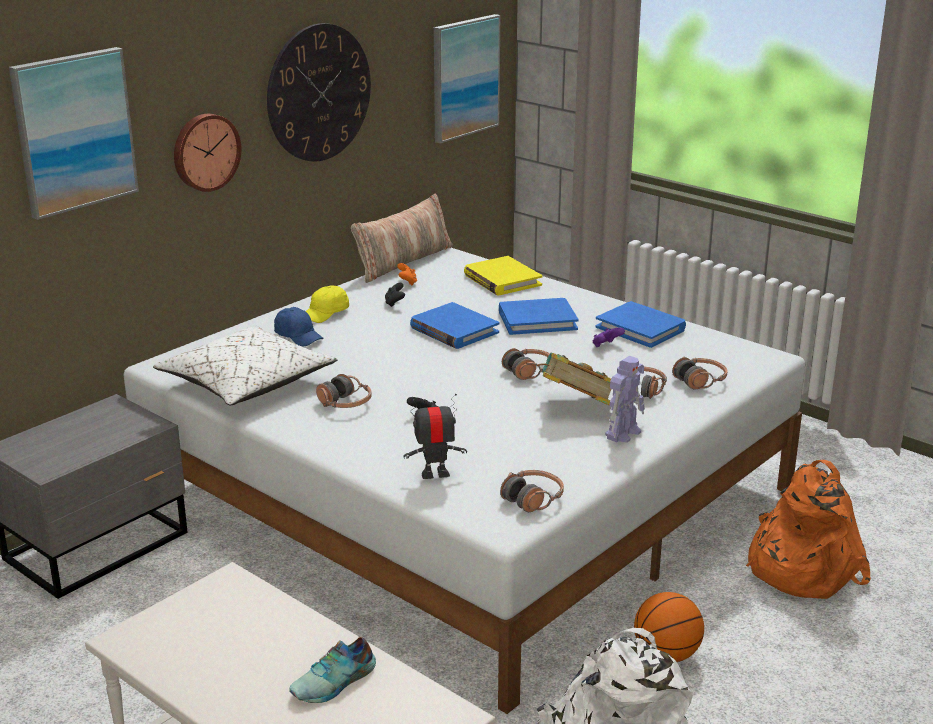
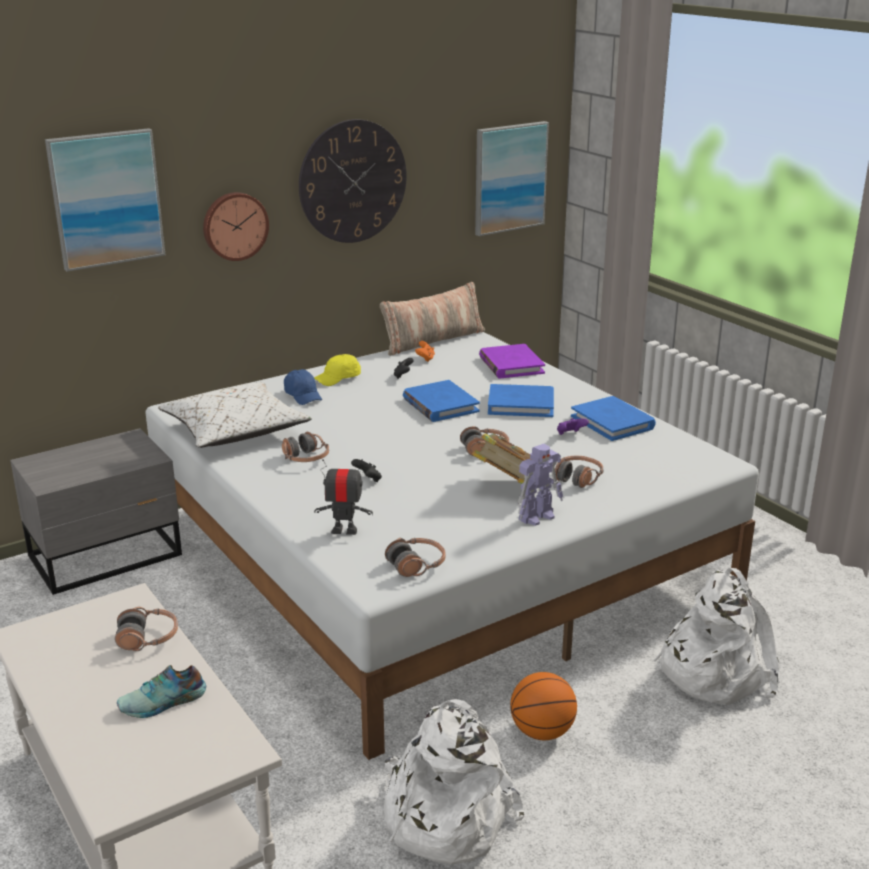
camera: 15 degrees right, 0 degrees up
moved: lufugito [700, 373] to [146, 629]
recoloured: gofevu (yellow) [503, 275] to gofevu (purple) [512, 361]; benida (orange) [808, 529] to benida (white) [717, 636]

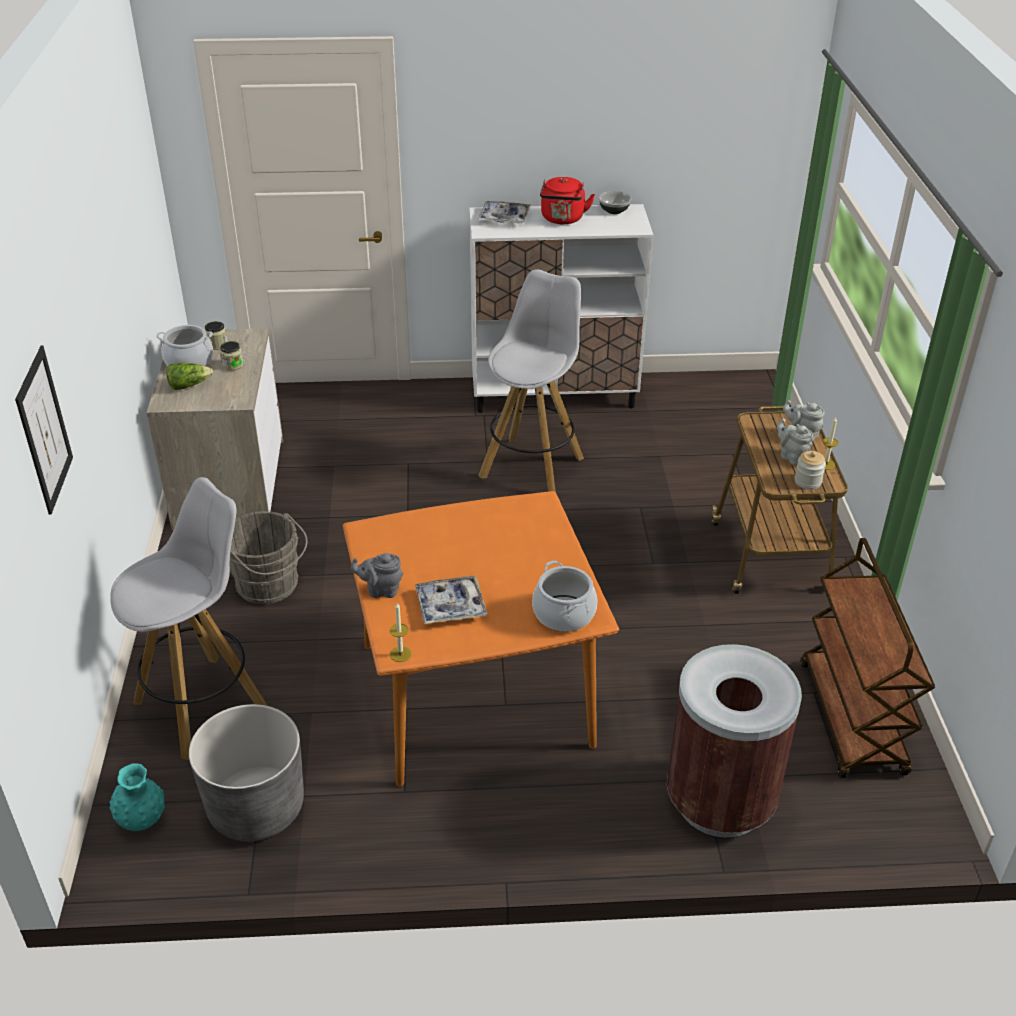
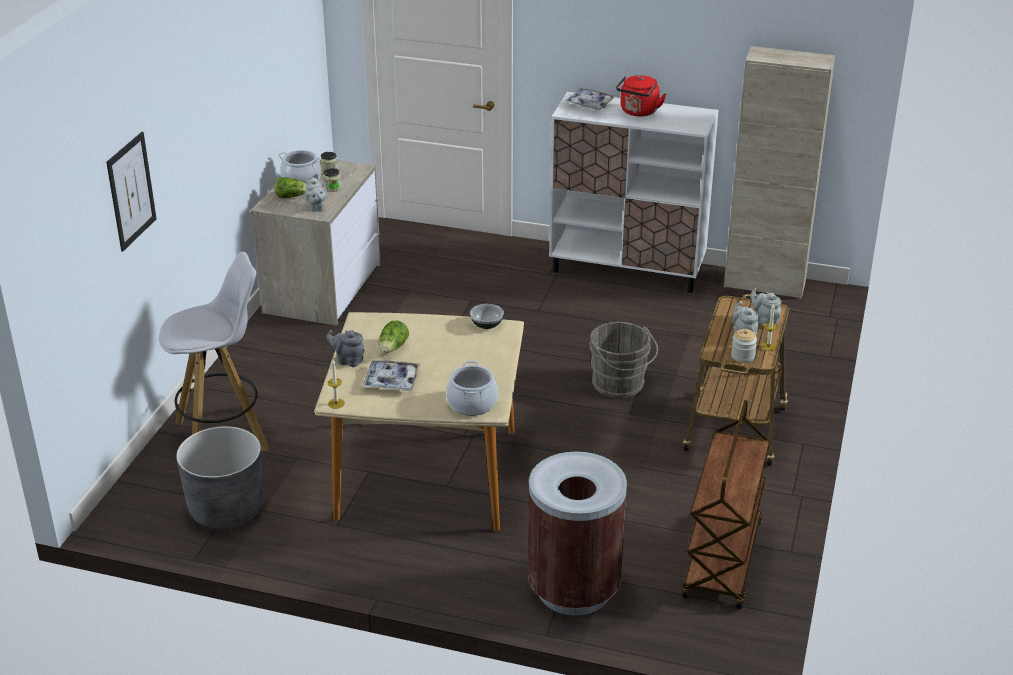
camera: 20 degrees right, 5 degrees down
removed: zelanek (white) [531, 380]; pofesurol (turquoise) [137, 797]
added: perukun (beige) [779, 172]; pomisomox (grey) [316, 194]; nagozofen [394, 336]
moved: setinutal [615, 202] to [487, 316]; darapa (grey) [268, 557] to [624, 360]
recoloured: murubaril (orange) [481, 639] to murubaril (beige) [419, 421]

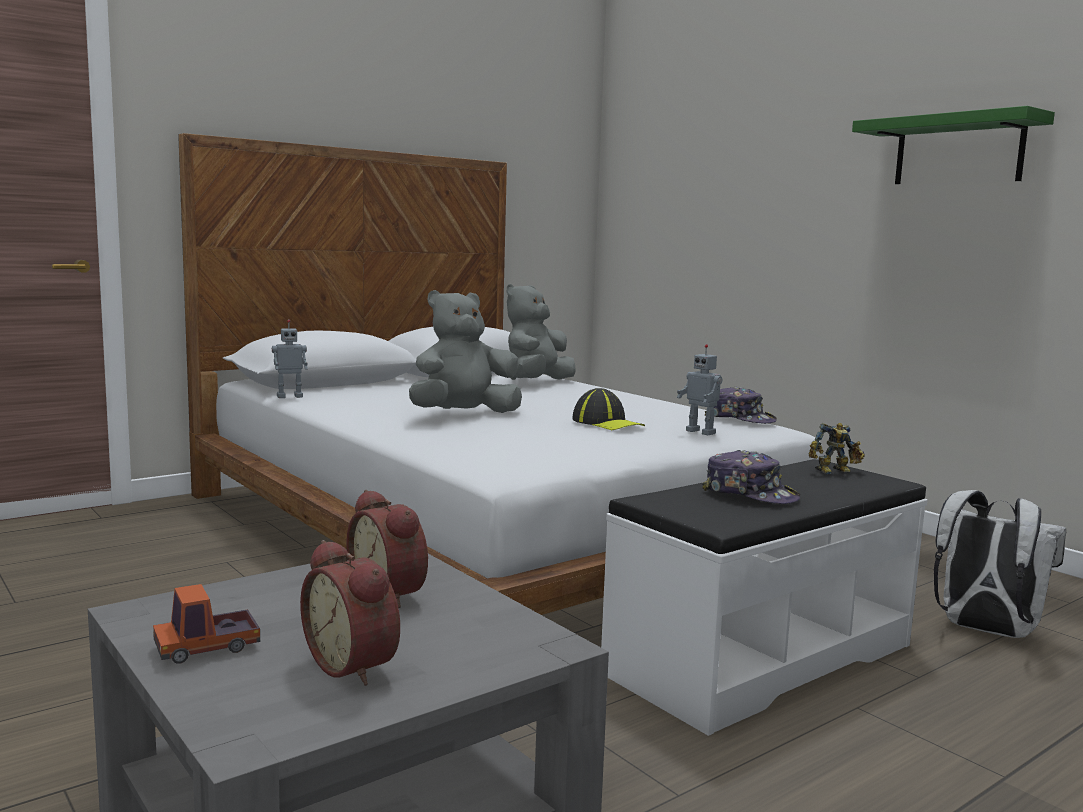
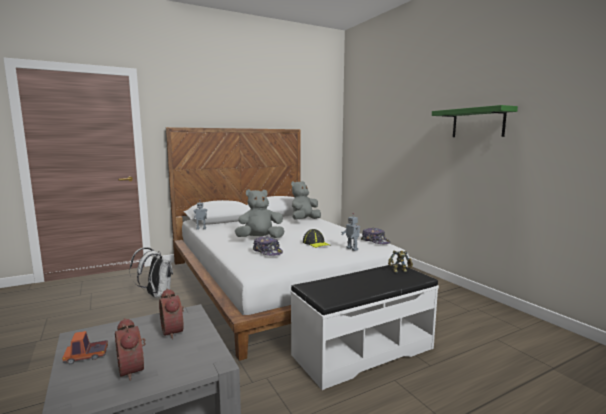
camera: 10 degrees right, 0 degrees up
moved: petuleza [751, 477] to [268, 246]; benida (white) [1000, 564] to [151, 272]

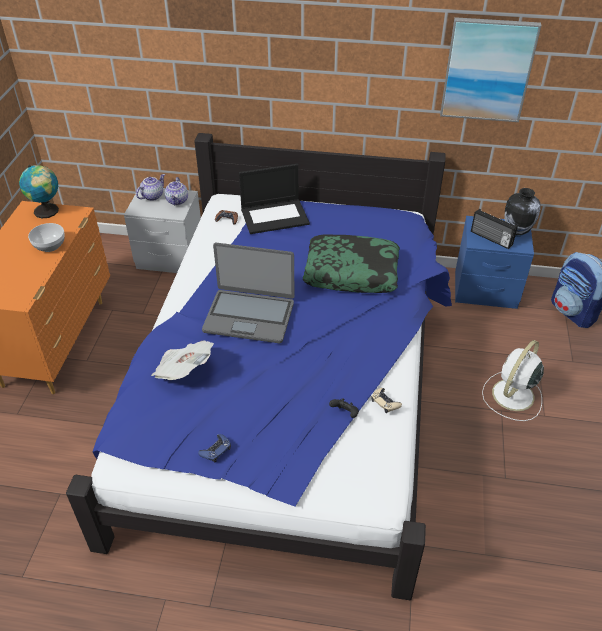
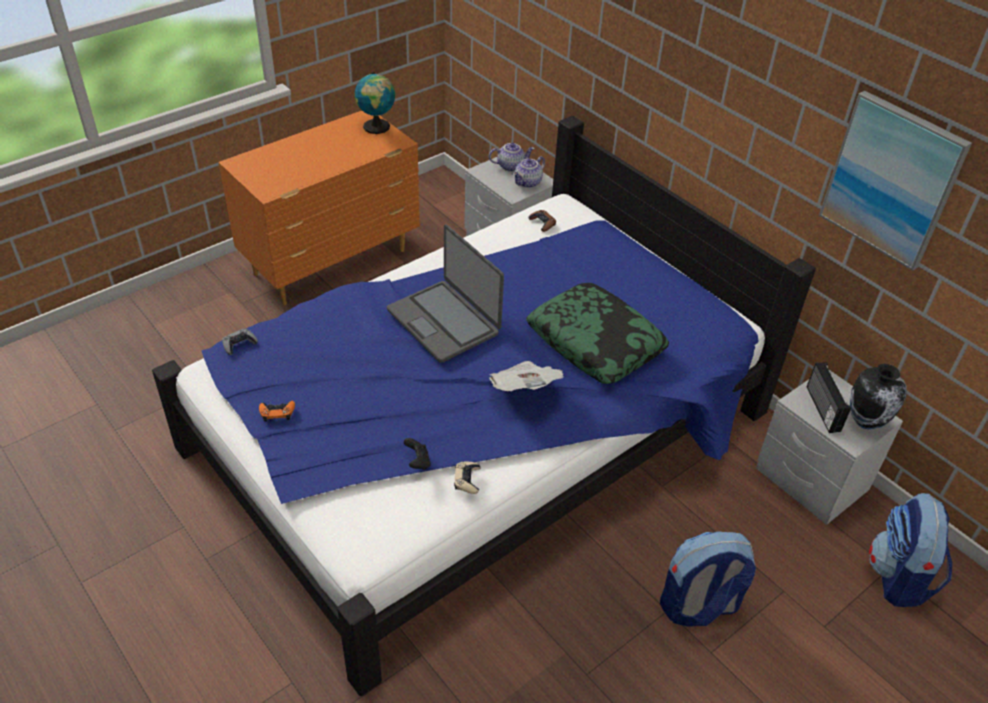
camera: 40 degrees right, 0 degrees up
removed: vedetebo [274, 199]; setinutal [46, 237]
added: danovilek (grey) [240, 342]
moved: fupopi [182, 360] to [526, 376]
replaced: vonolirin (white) [513, 380] to benida [708, 578]
recoloured: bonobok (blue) [494, 262] to bonobok (grey) [829, 448]; danovilek (blue) [214, 448] to danovilek (orange) [277, 411]

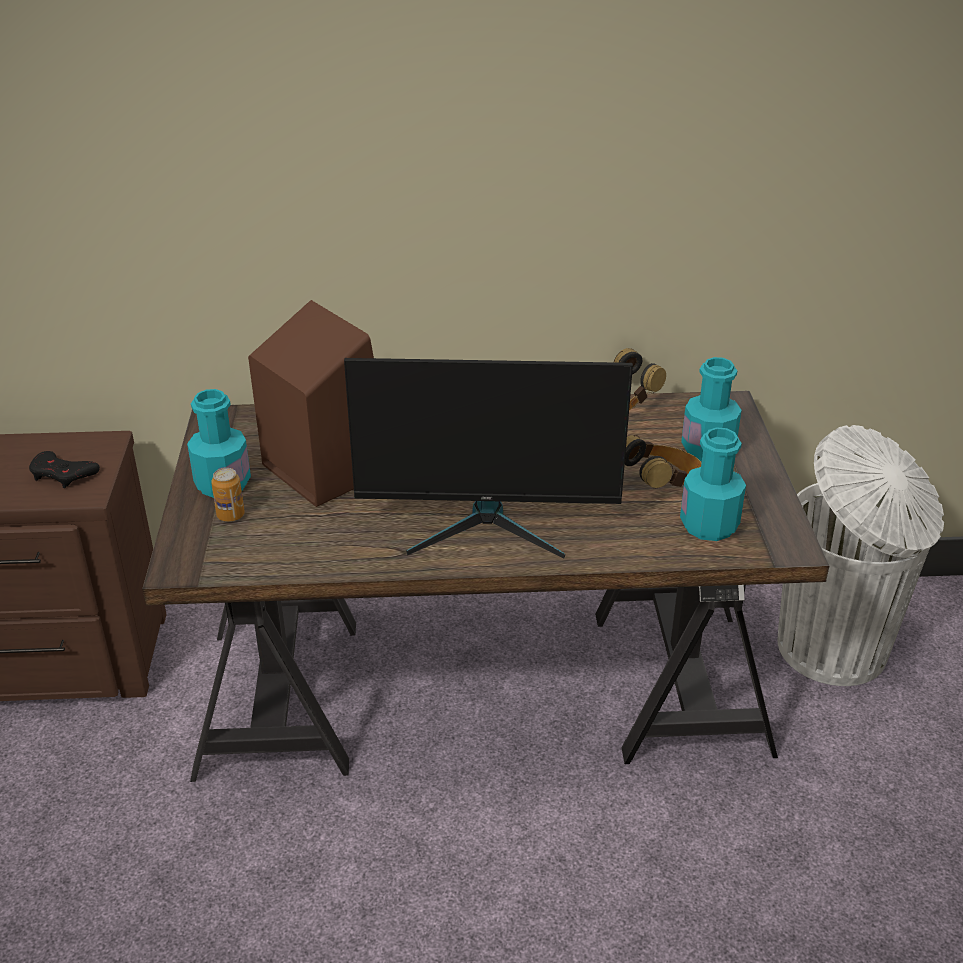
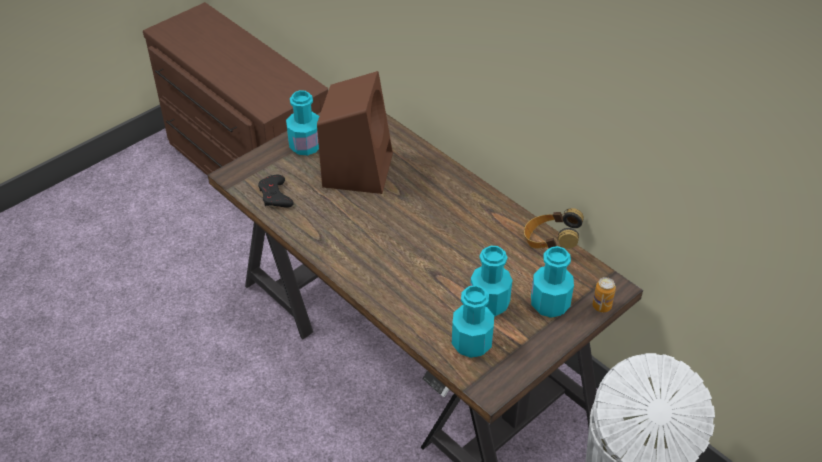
camera: 50 degrees right, 10 degrees up
removed: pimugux [488, 458]
moved: danovilek (black) [64, 469] to [276, 191]; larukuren [228, 495] to [604, 294]
replaced: lufugito [663, 461] to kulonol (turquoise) [491, 281]

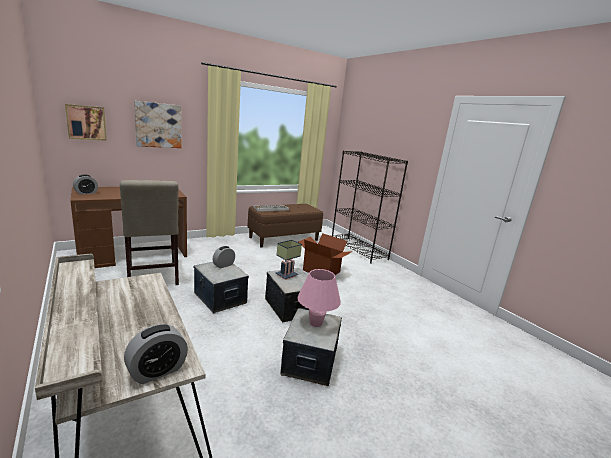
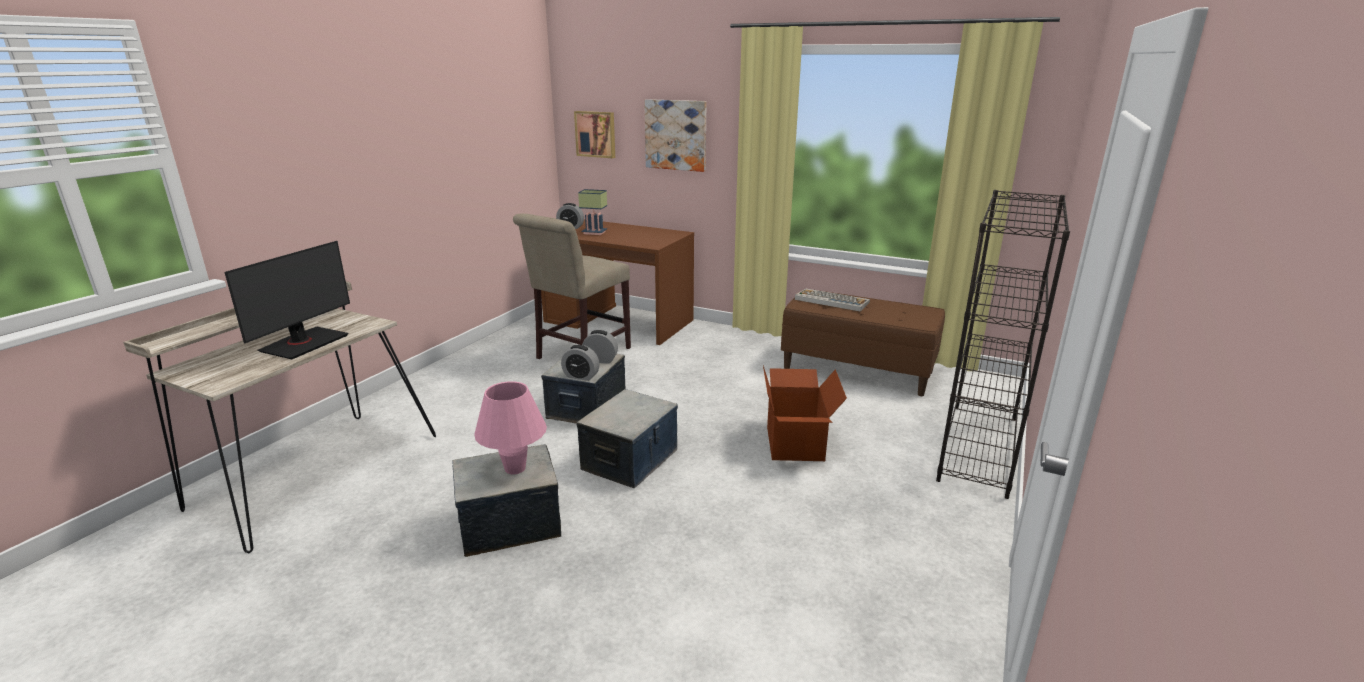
camera: 60 degrees right, 5 degrees up
added: pimugux [287, 300]
moved: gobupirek [289, 260] to [592, 212]; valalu [156, 354] to [580, 363]

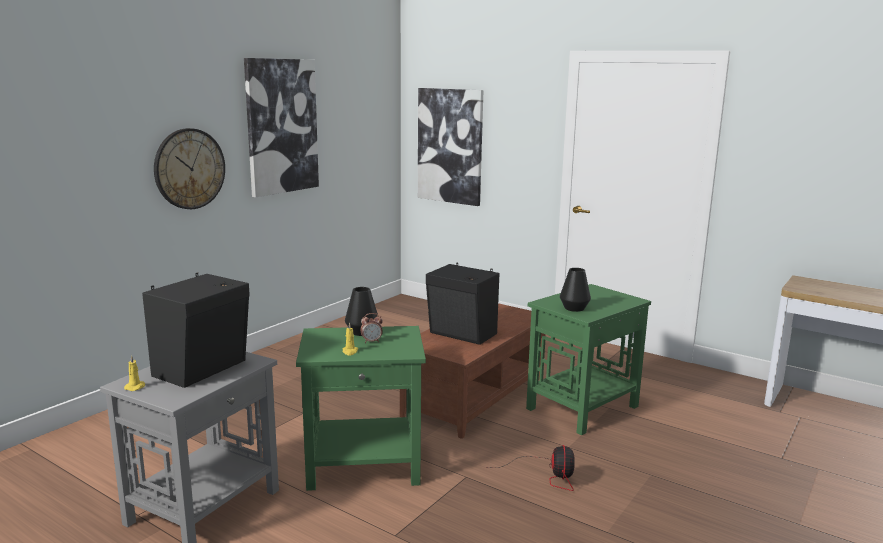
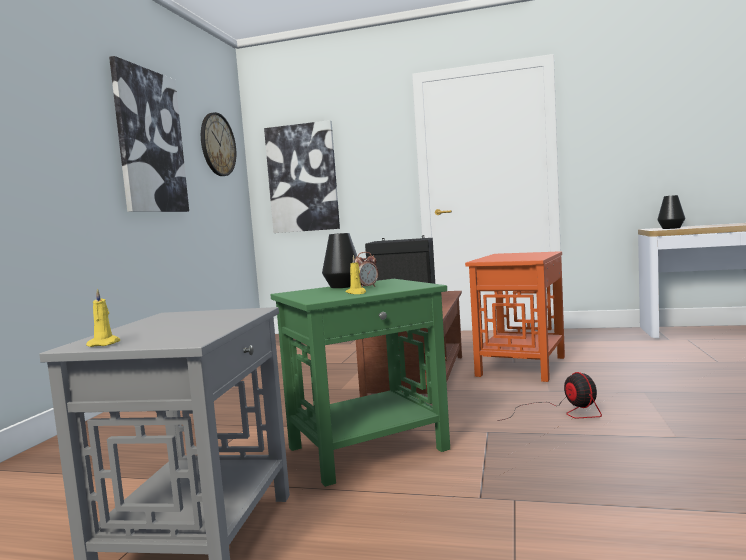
camera: 20 degrees left, 10 degrees down
removed: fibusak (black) [196, 330]
moved: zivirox [189, 168] to [218, 144]; pofesurol (black) [575, 290] to [671, 212]
recoloured: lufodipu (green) [588, 359] to lufodipu (orange) [515, 316]

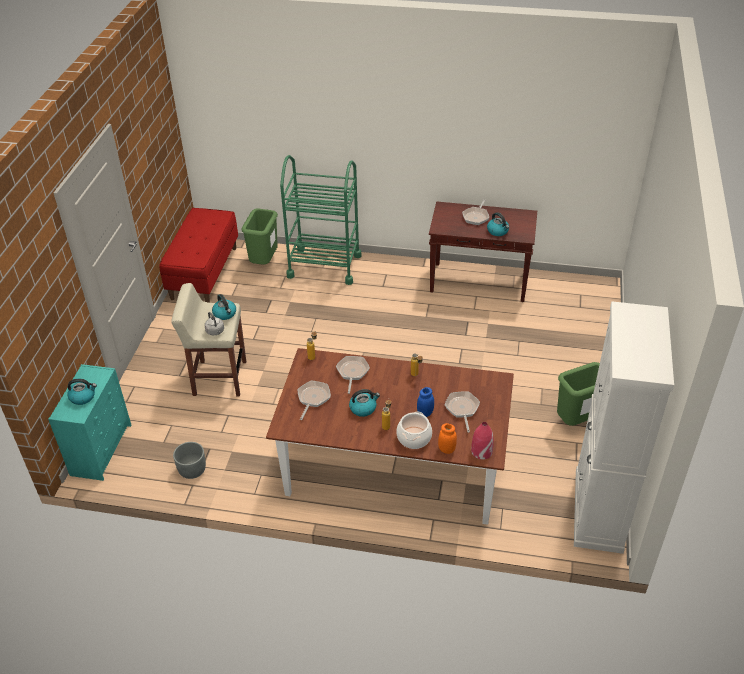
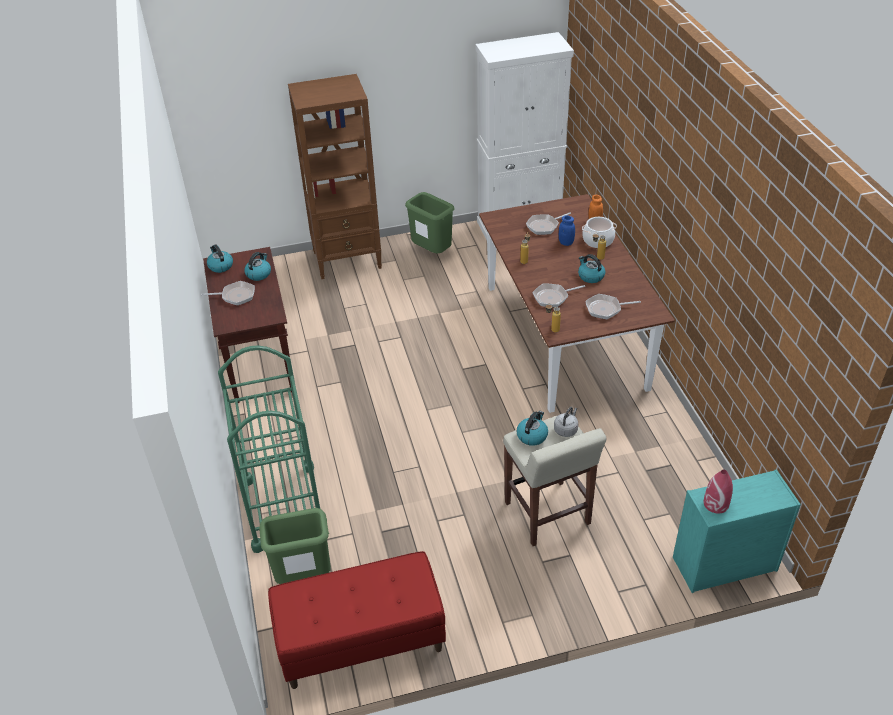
camera: 115 degrees left, 0 degrees up
removed: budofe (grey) [189, 460]
added: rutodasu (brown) [335, 176]
moved: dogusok [82, 392] to [220, 258]; pofesurol (red) [482, 440] to [718, 491]

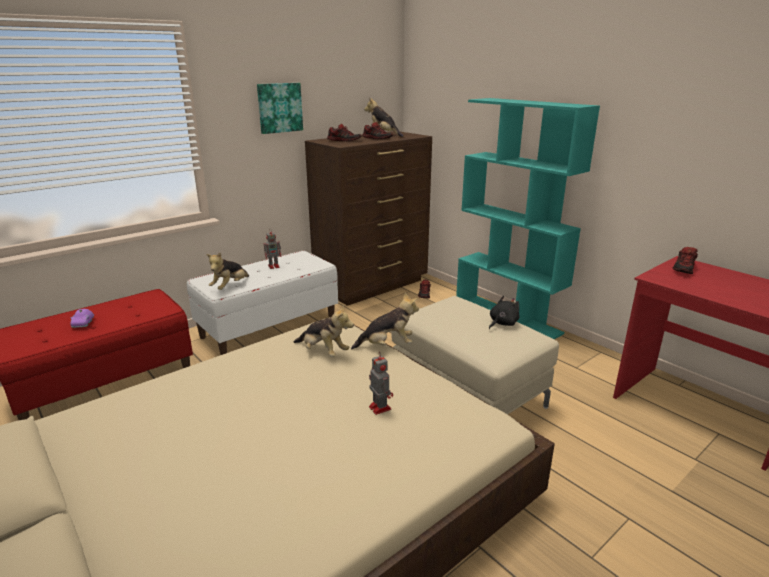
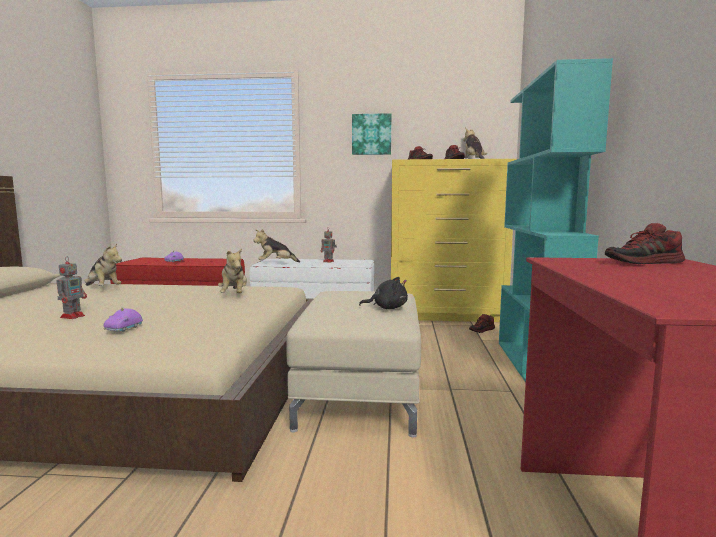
camera: 45 degrees right, 15 degrees down
added: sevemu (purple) [123, 320]
moved: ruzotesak [385, 321] to [103, 264]; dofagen [381, 384] to [71, 287]
recoloured: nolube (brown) [368, 218] to nolube (yellow) [454, 240]

